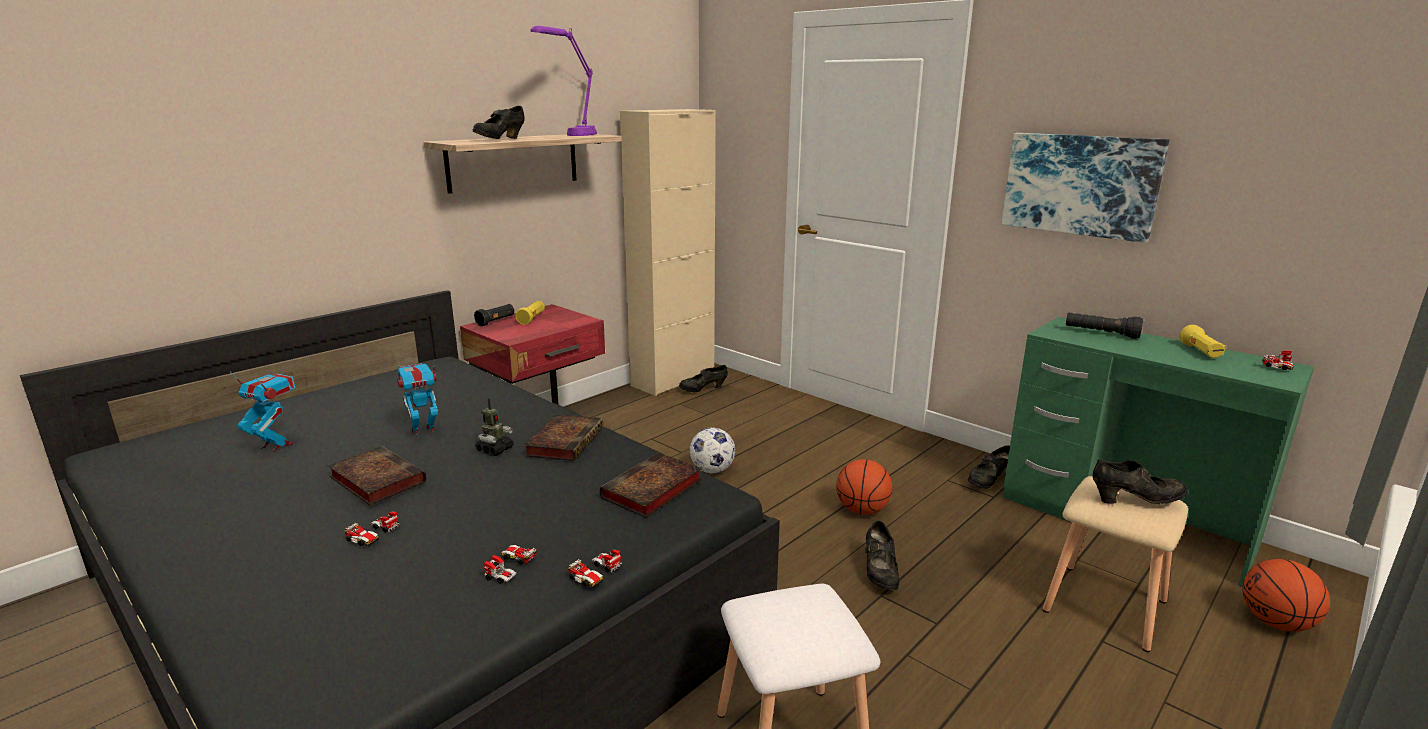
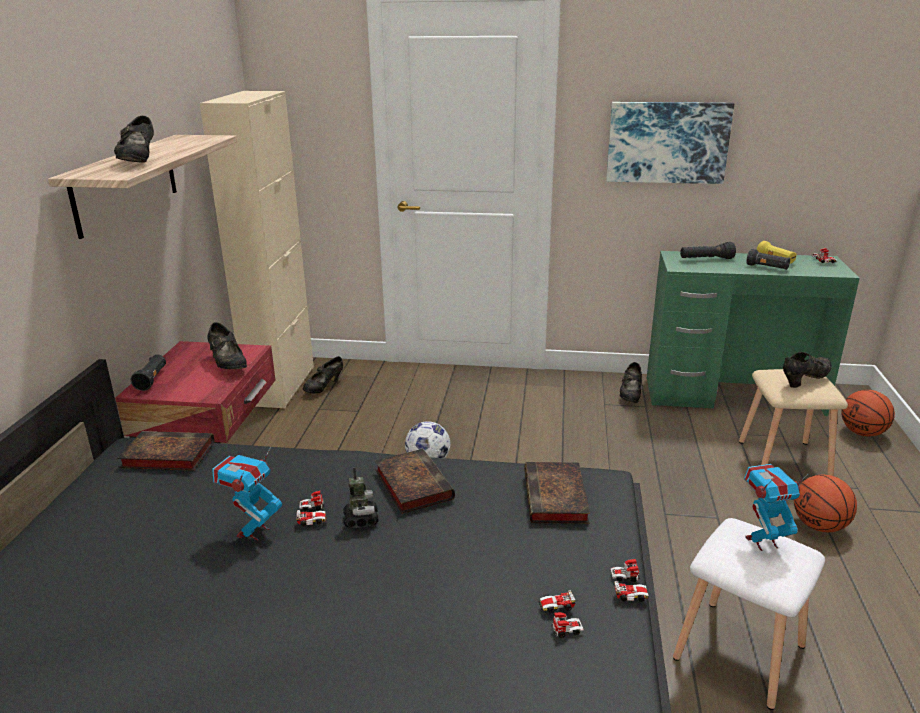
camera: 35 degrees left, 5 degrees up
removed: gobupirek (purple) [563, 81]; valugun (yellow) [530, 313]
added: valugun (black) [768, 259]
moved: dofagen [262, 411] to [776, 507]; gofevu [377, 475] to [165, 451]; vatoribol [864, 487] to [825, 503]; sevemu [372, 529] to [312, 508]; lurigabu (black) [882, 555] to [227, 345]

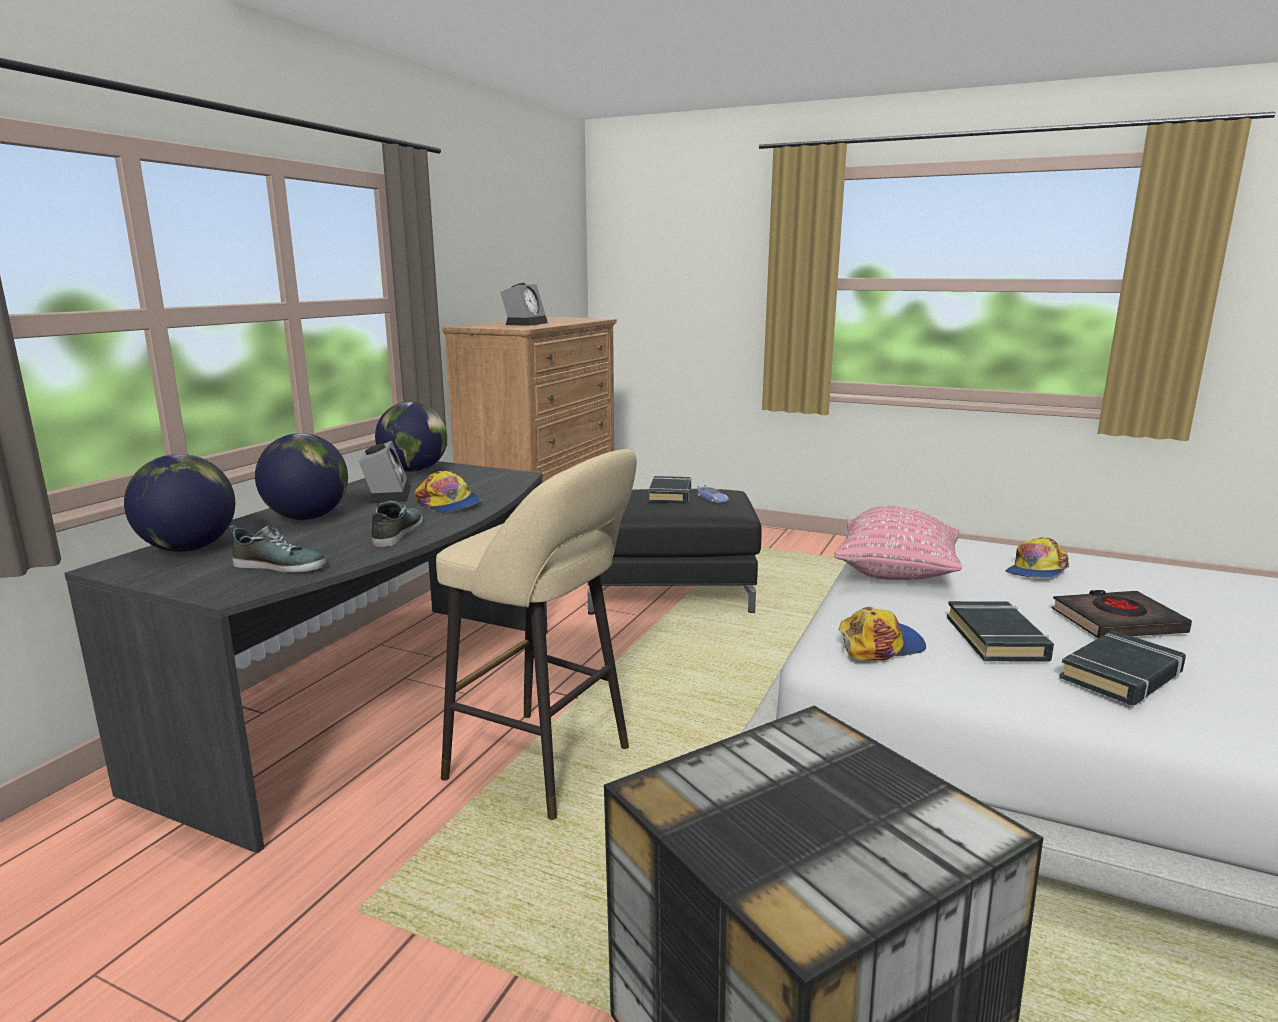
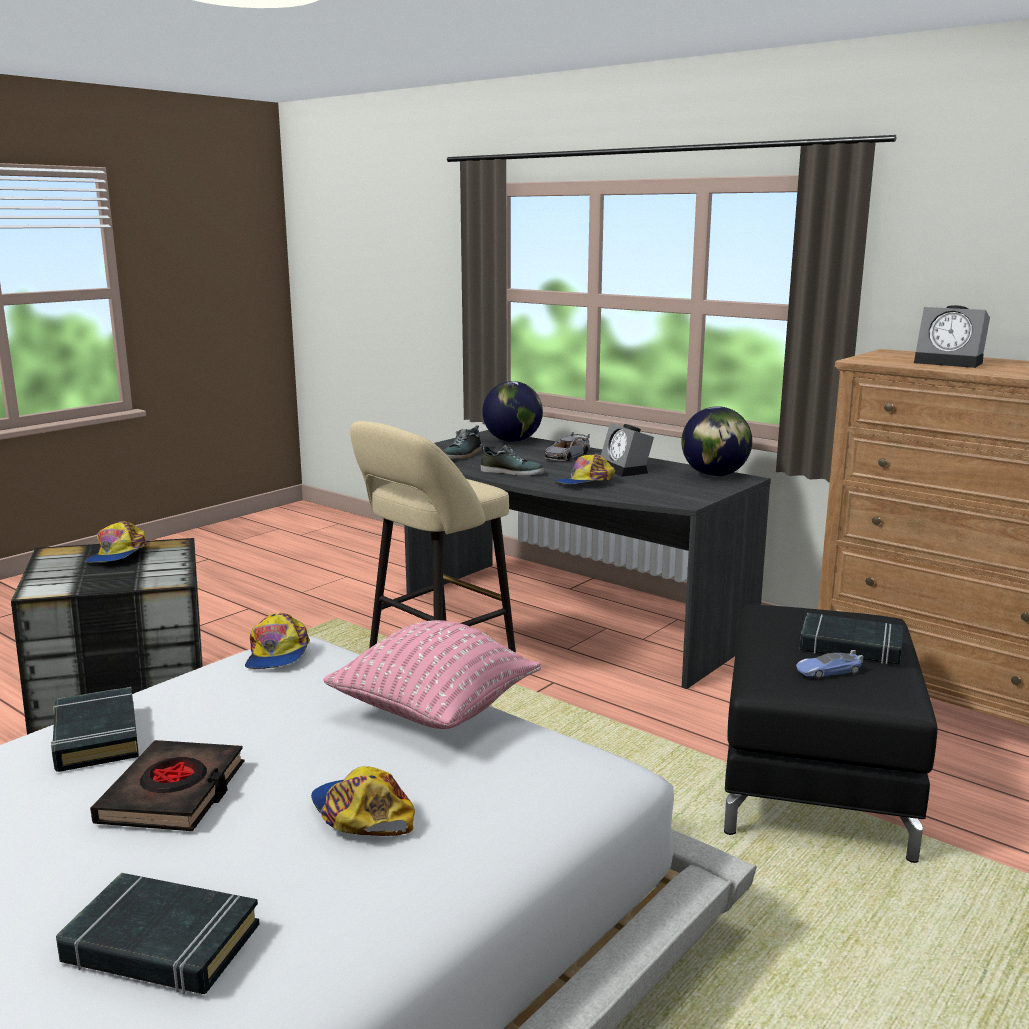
camera: 105 degrees right, 0 degrees up
added: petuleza [115, 542]
moved: gofevu (black) [1000, 631] to [157, 933]
replaced: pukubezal [301, 476] to sevemu (grey) [567, 446]
turned: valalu [385, 472] = [627, 450] 60 degrees clockwise

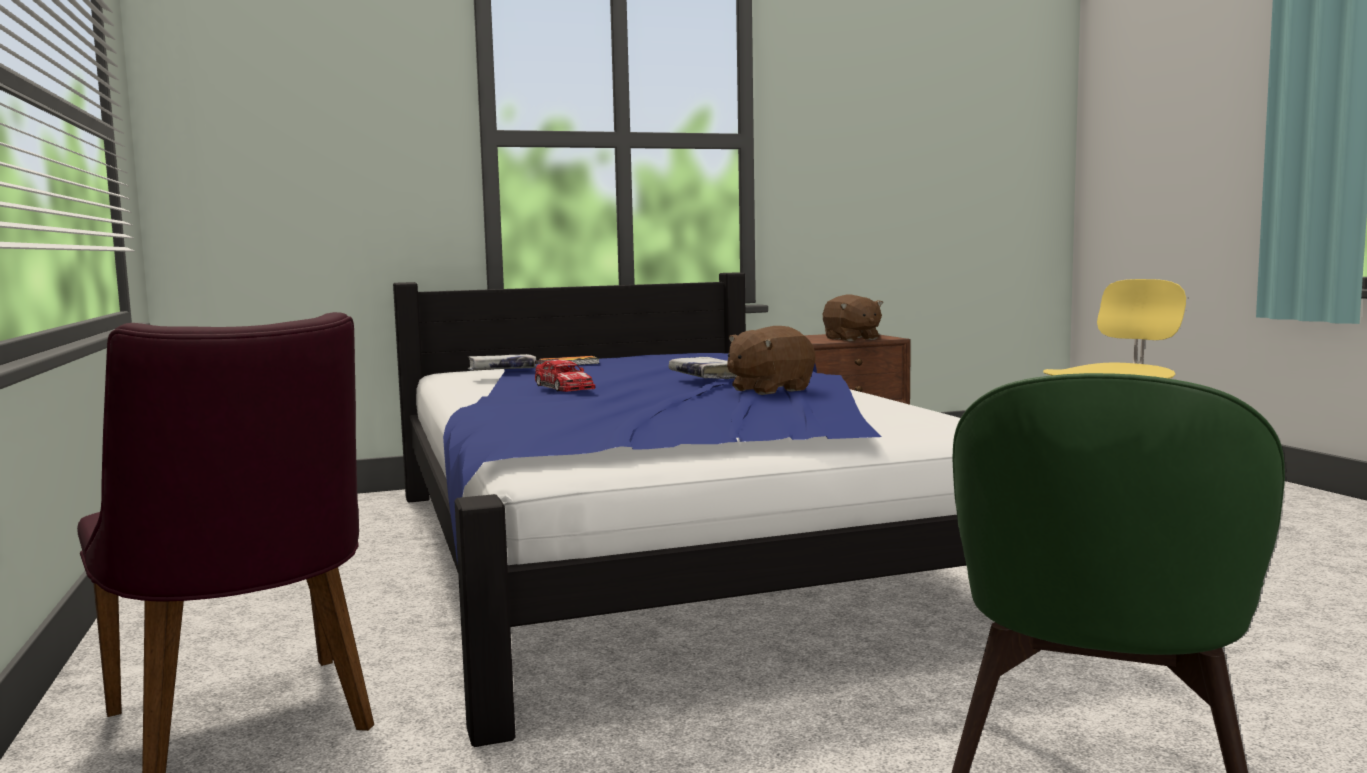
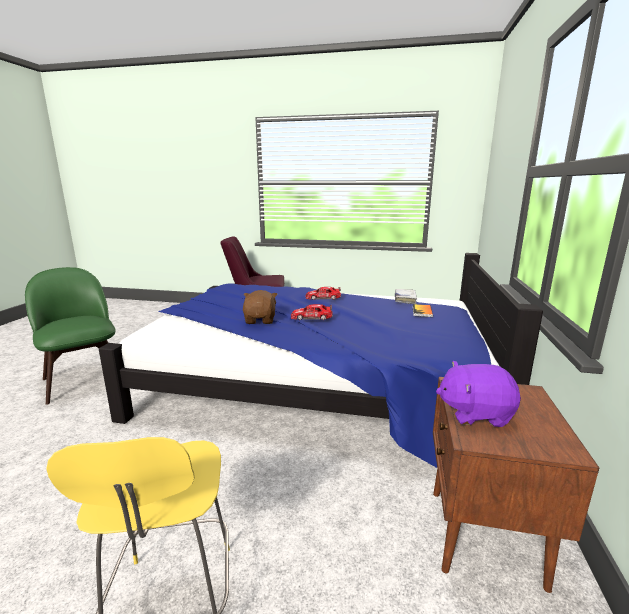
camera: 120 degrees right, 10 degrees up
replaced: gofevu (white) [703, 368] to sevemu [312, 312]
recoloured: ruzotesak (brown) [853, 317] to ruzotesak (purple) [478, 394]

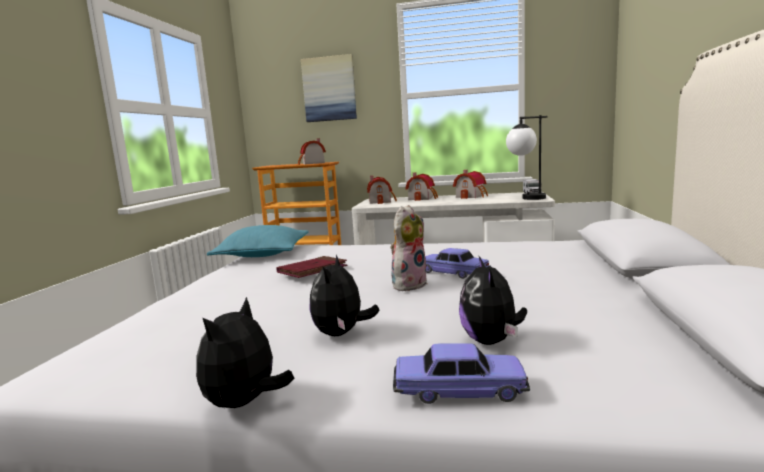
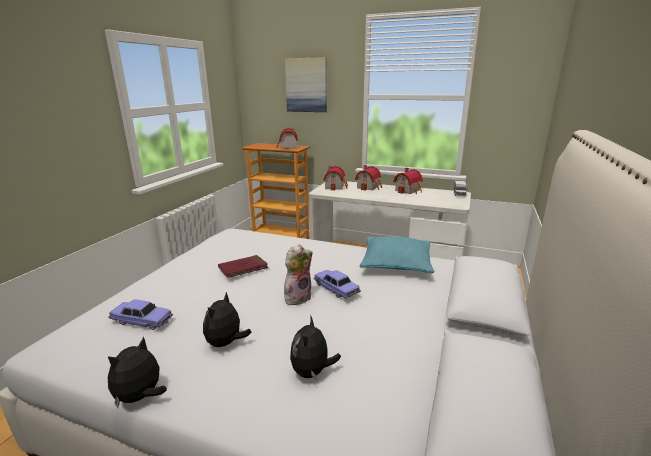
camera: 10 degrees right, 10 degrees up
removed: gobupirek [527, 157]
moved: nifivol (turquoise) [258, 241] to [397, 254]; sevemu [461, 373] to [140, 314]

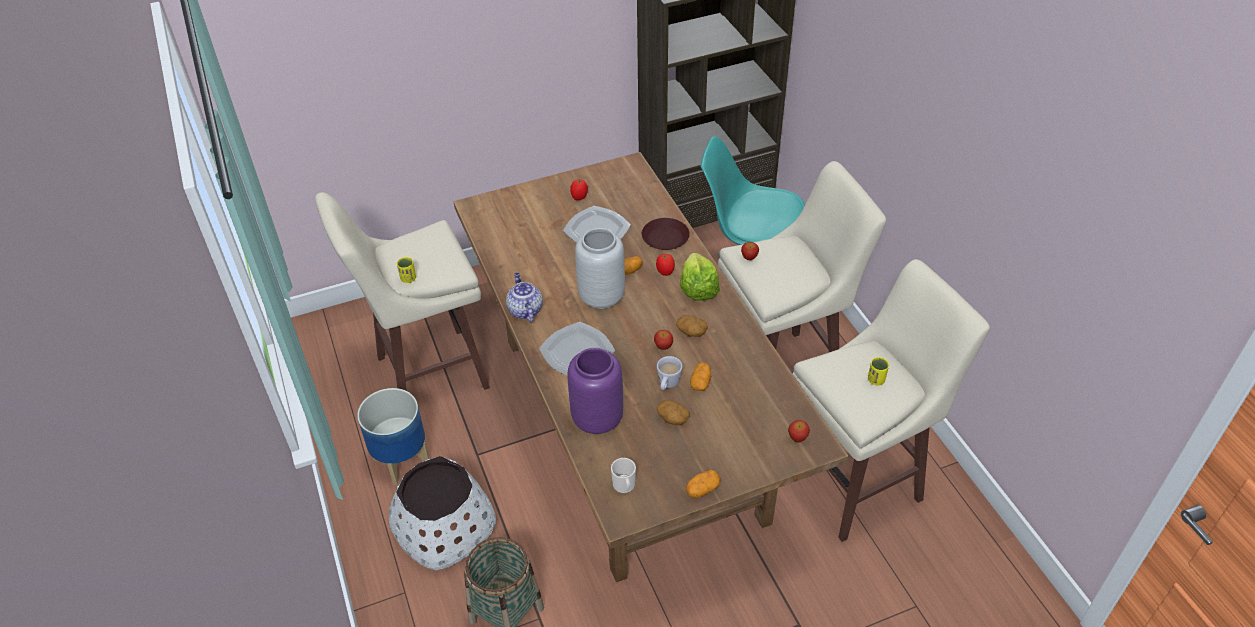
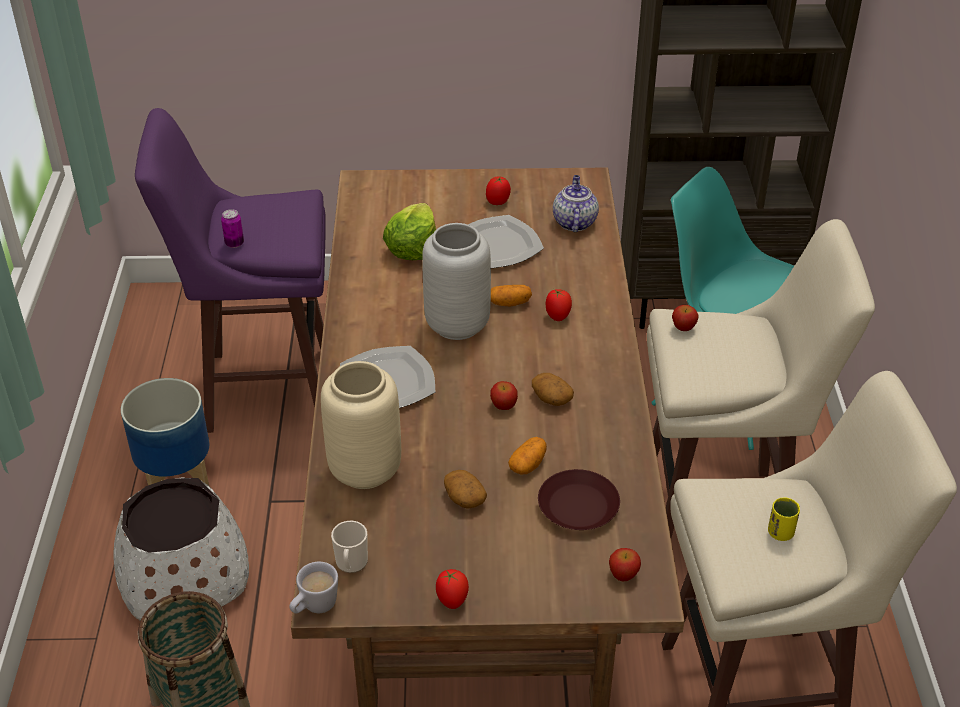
camera: 20 degrees right, 5 degrees down
moved: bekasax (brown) [666, 234] to [579, 499]; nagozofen [700, 277] to [409, 231]; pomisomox [524, 297] to [576, 203]; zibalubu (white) [670, 373] to [313, 588]
replaced: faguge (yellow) [406, 270] to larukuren [232, 228]; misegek [703, 484] to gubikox [452, 589]
recoloured: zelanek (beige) [402, 291] to zelanek (purple) [230, 270]; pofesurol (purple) [595, 391] to pofesurol (beige) [361, 425]

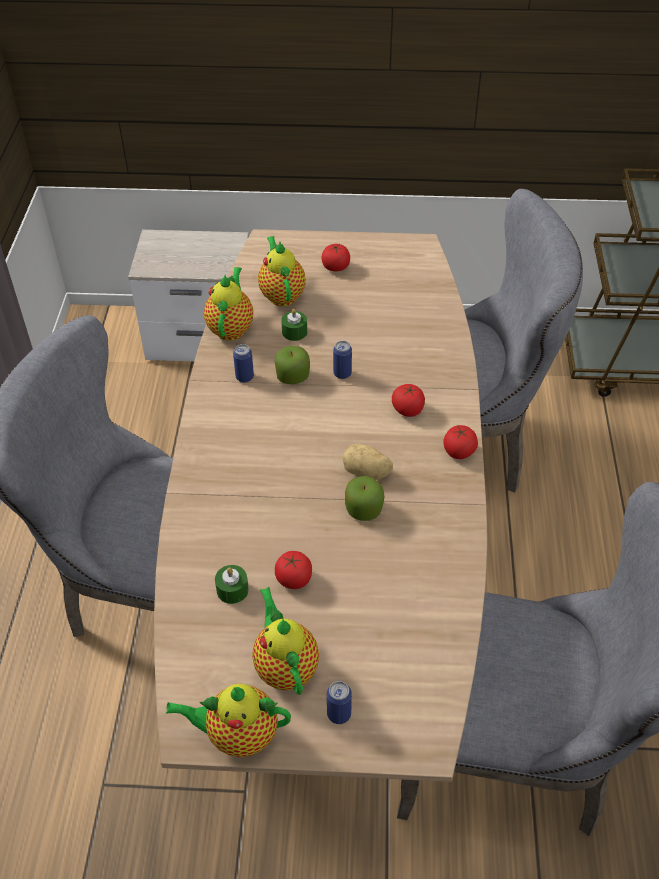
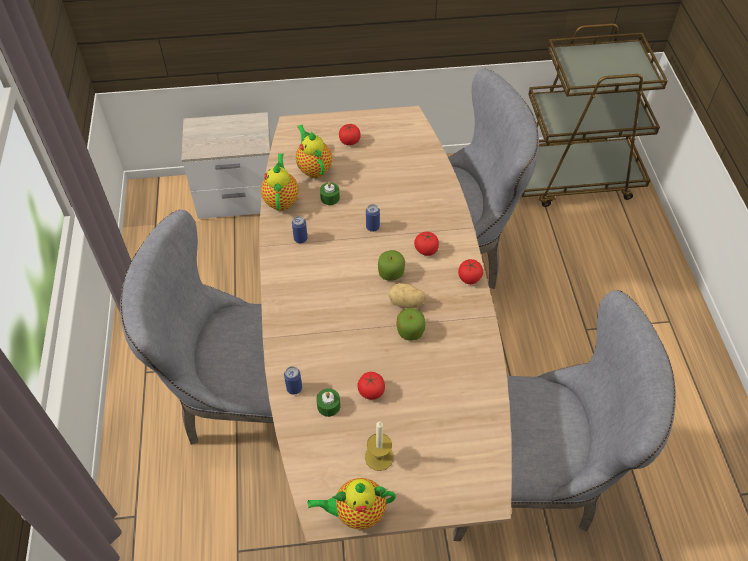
camera: 10 degrees left, 5 degrees up
moved: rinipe [292, 365] to [391, 265]; larukuren [339, 702] to [293, 380]
replaced: pomisomox [285, 641] to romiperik [379, 446]

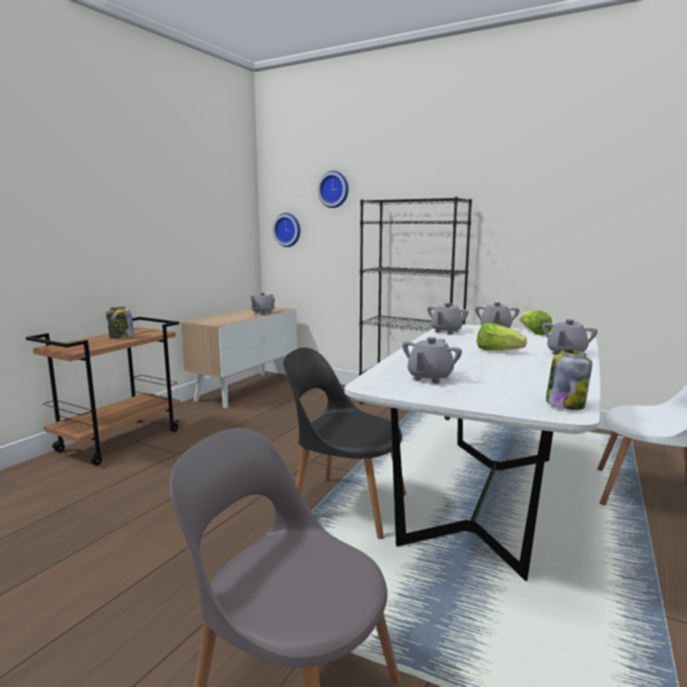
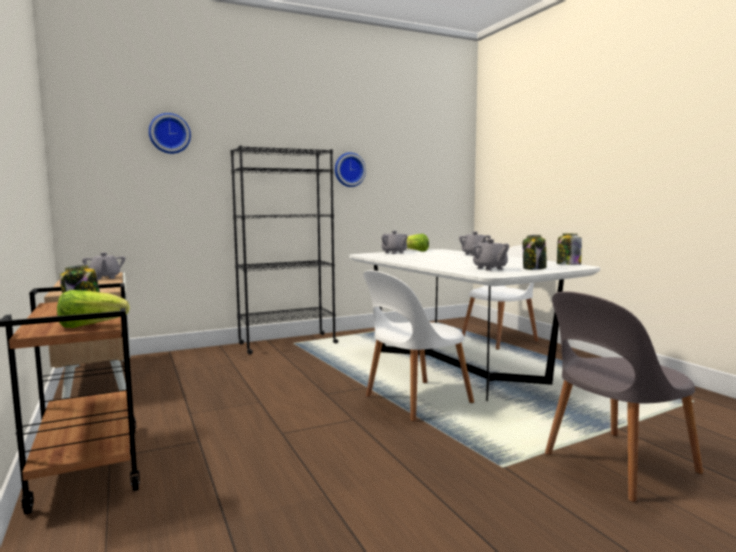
camera: 55 degrees left, 5 degrees down
removed: pomisomox (grey) [448, 318]
added: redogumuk [535, 252]
moved: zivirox [286, 230] to [350, 169]; nagozofen [502, 336] to [93, 309]
recoloured: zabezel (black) [344, 443] to zabezel (white) [418, 346]

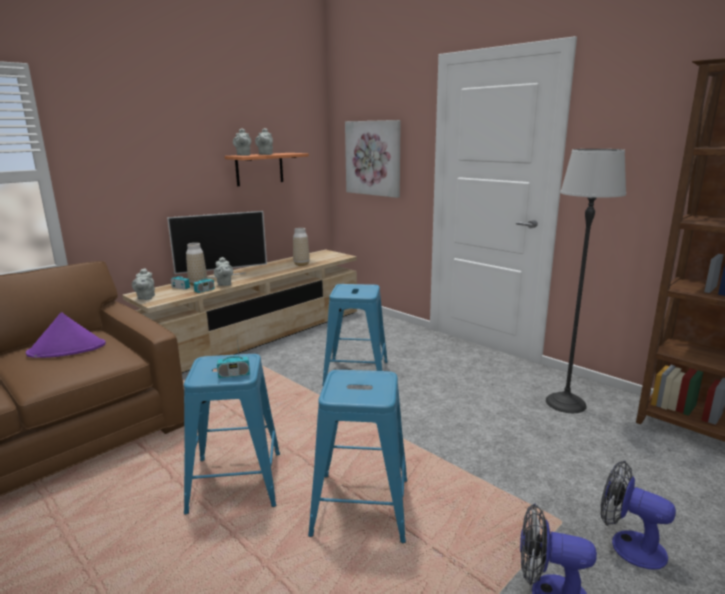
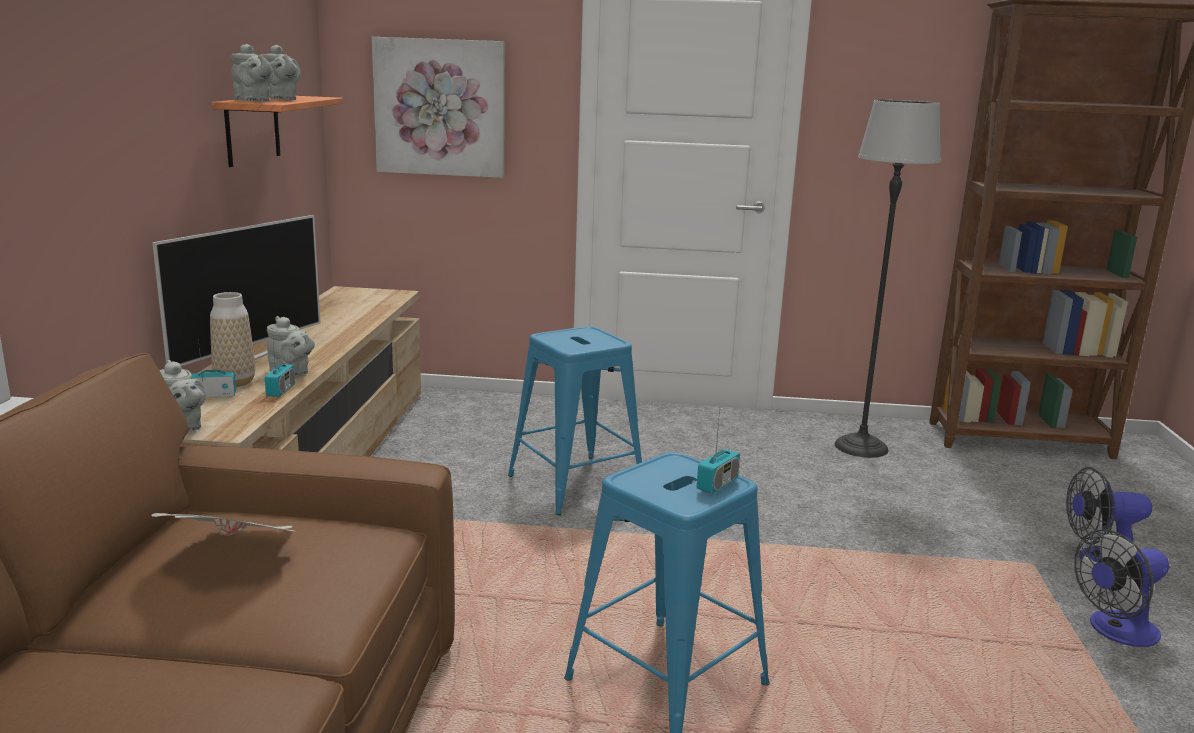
camera: 40 degrees left, 0 degrees up
removed: pofesurol [301, 247]; zelanek (blue) [357, 456]
replaced: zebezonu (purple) [66, 335] to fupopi [222, 524]

